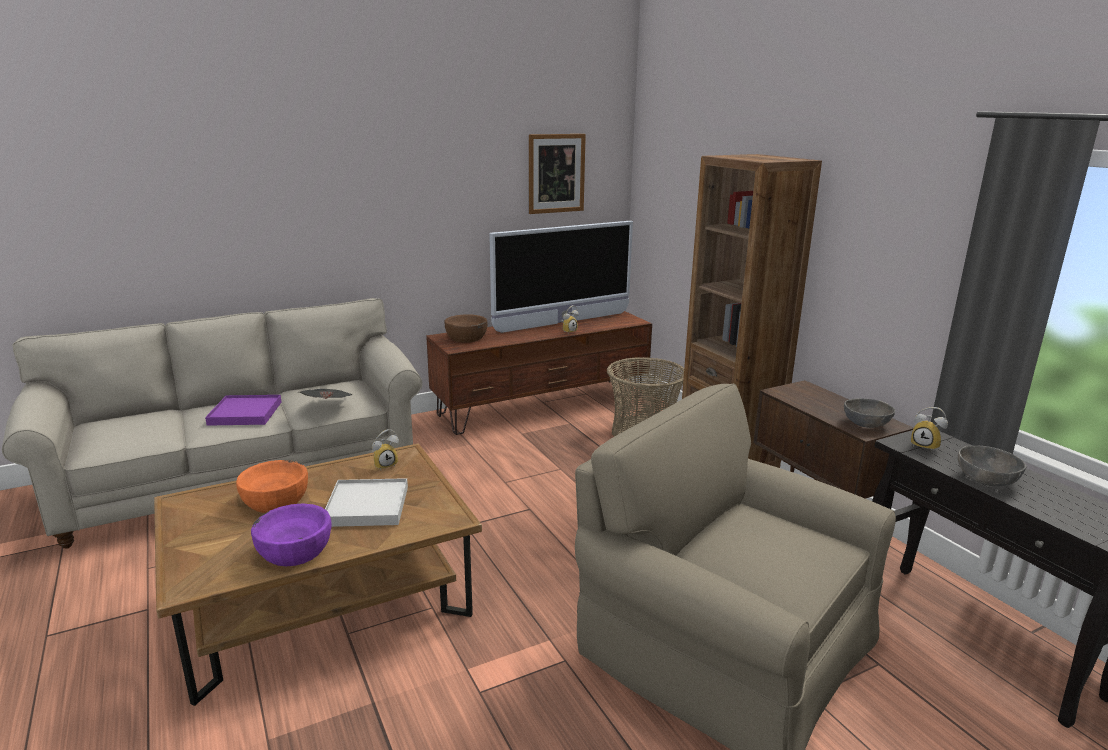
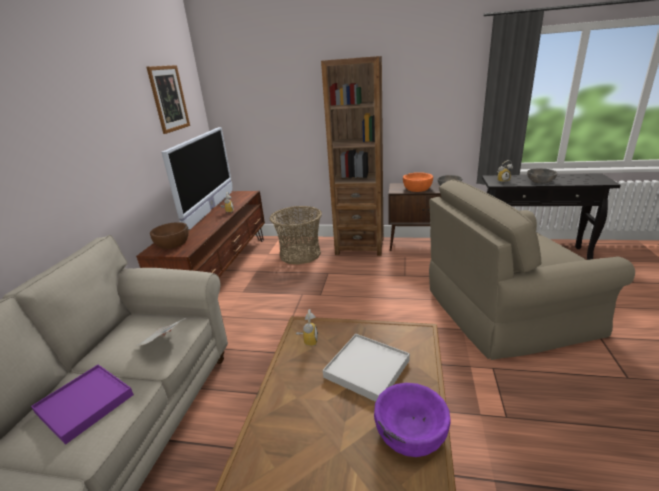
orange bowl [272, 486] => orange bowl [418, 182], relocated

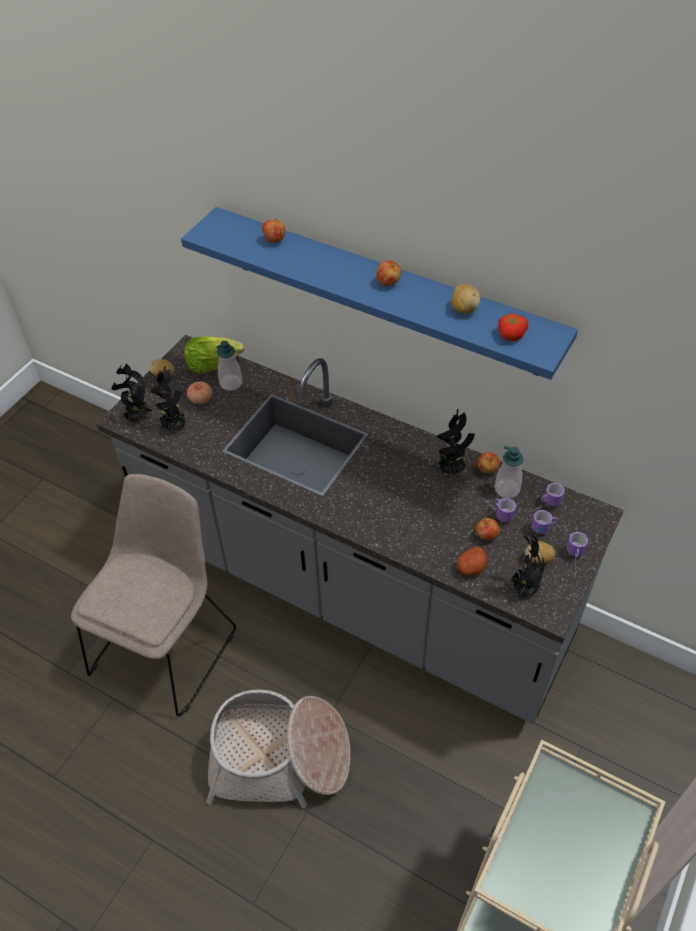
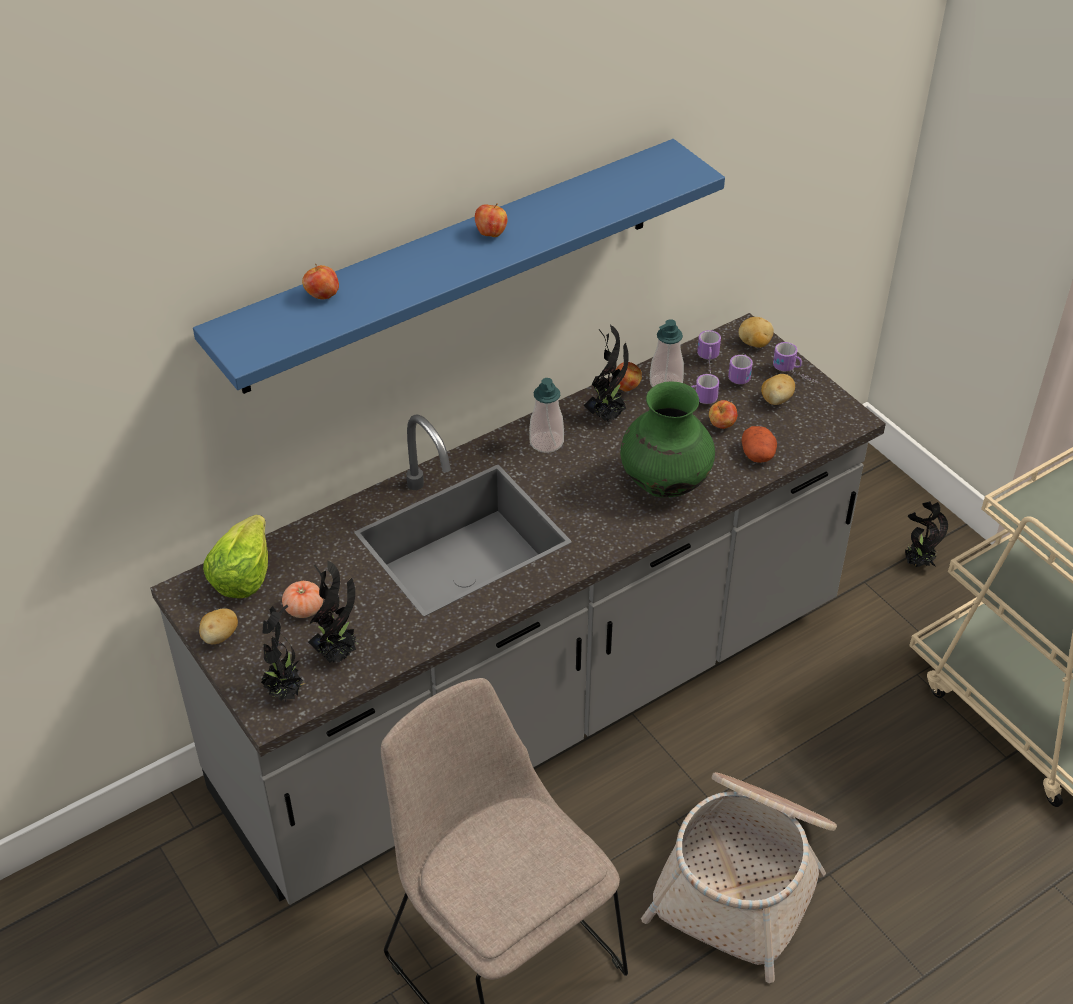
soap dispenser [229, 366] => soap dispenser [546, 415], relocated
nothing => green vase [667, 439]
potato [466, 299] => potato [756, 332], relocated
potted plant [527, 565] => potted plant [926, 533], relocated
tomato [513, 327] => nothing

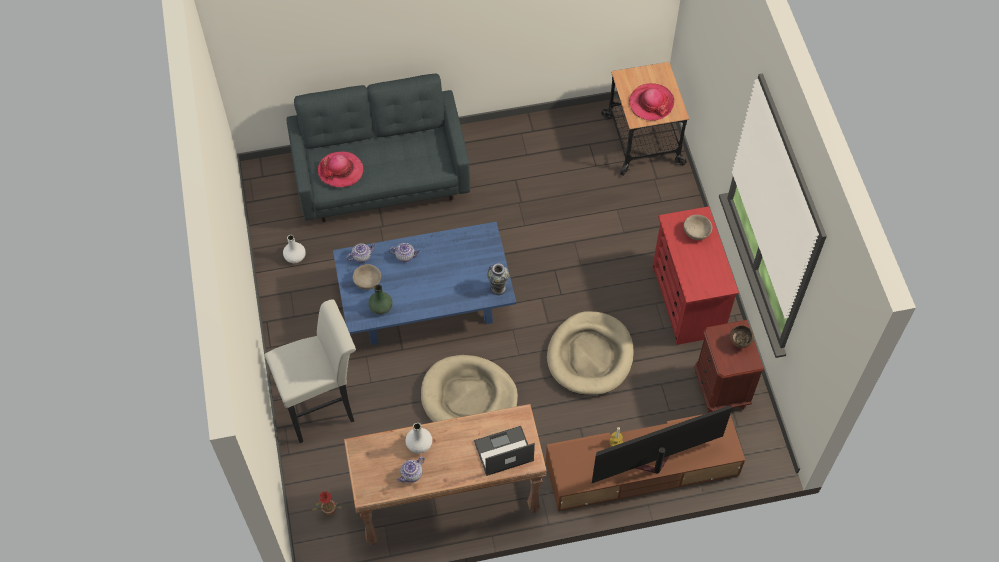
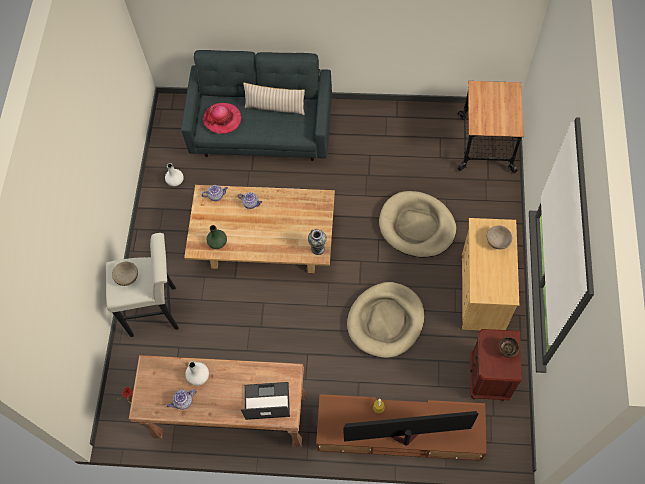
beige bowl [366, 277] => beige bowl [125, 274], relocated
blue coffee table [424, 283] => beige coffee table [259, 229]
nothing => beige pillow [274, 98]
beige dog bed [469, 388] => beige dog bed [417, 224], relocated
red dresser [695, 275] => beige dresser [490, 274]
hat [651, 102] => nothing

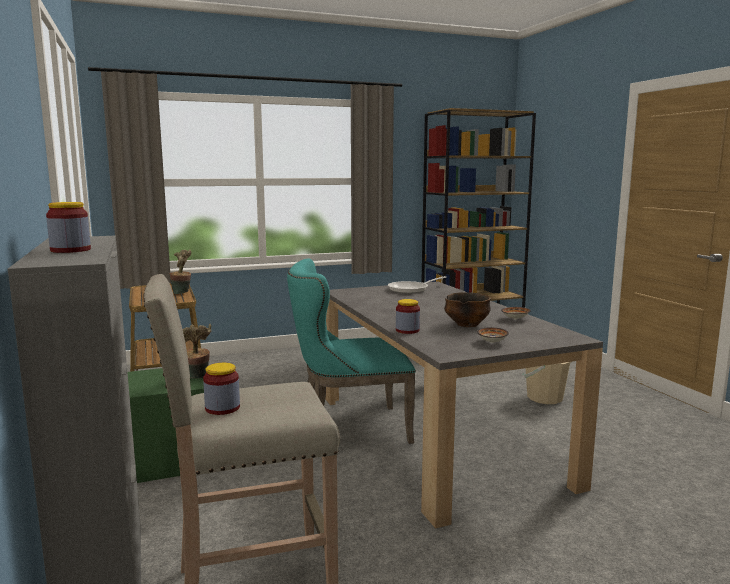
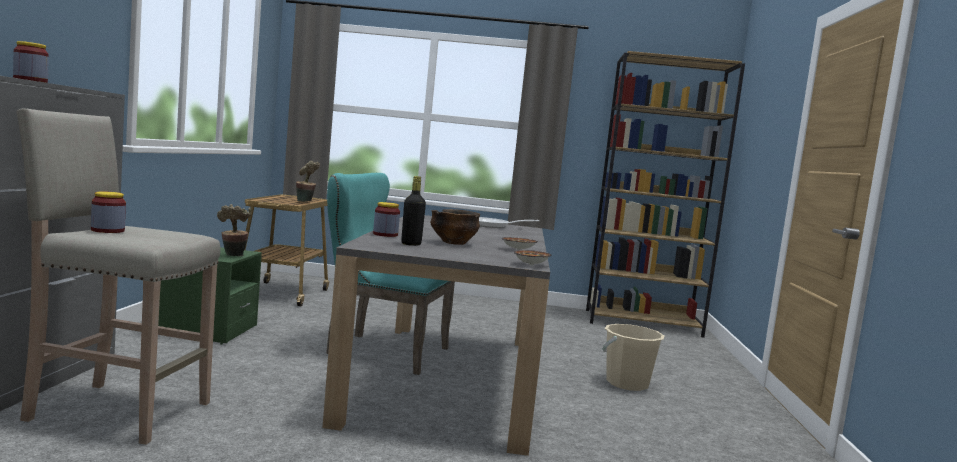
nothing => black bottle [413, 211]
bowl [493, 335] => bowl [532, 257], relocated

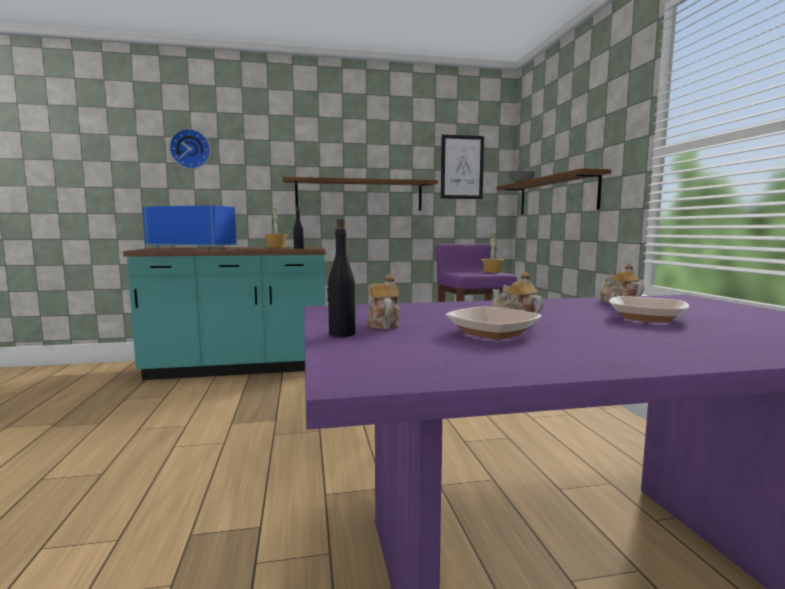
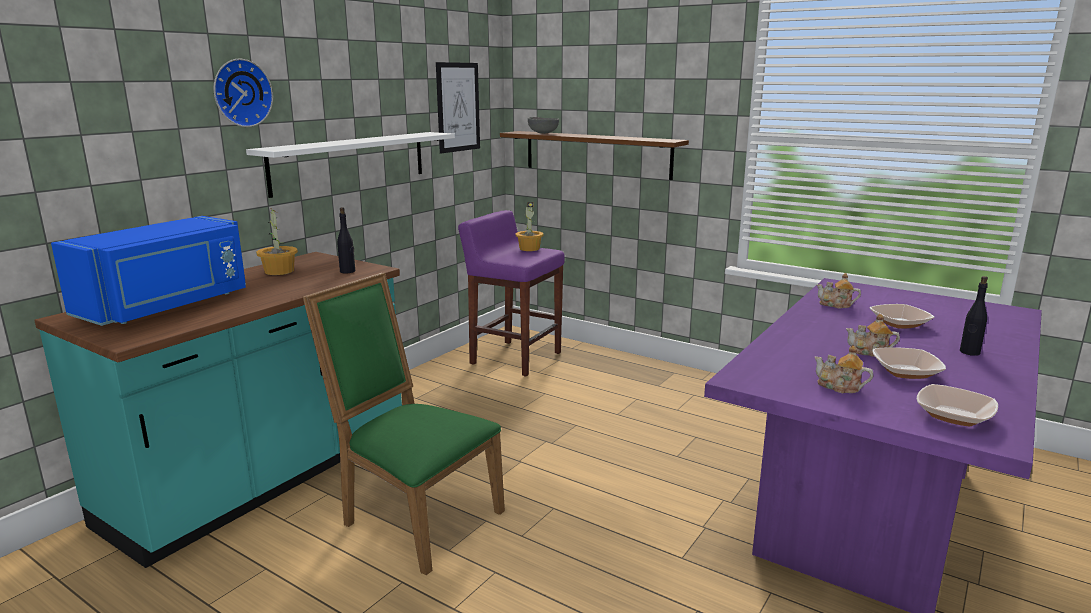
blue microwave [189, 227] => blue microwave [148, 271], 150 degrees clockwise
wall clock [190, 149] => wall clock [243, 93], relocated
brown shelf [360, 194] => white shelf [350, 165]
nothing => green chair [404, 423]
nothing => bowl [957, 405]
black bottle [341, 278] => black bottle [974, 316], relocated

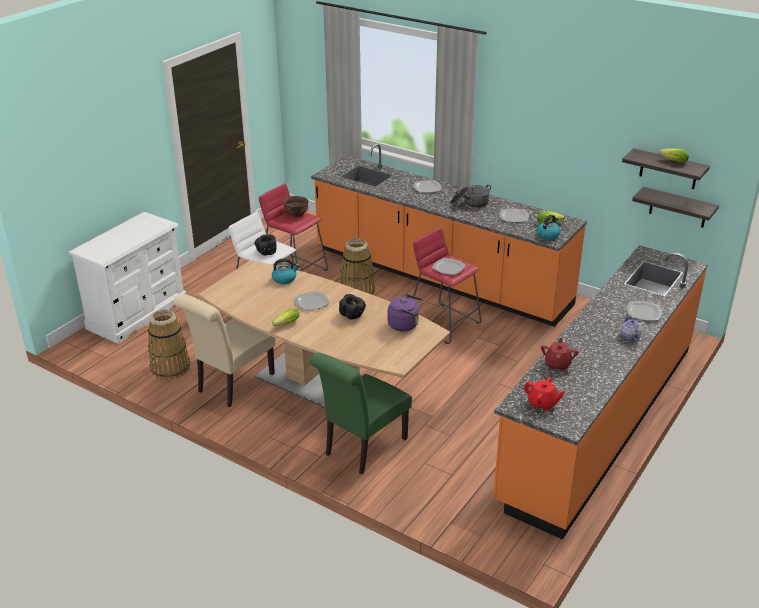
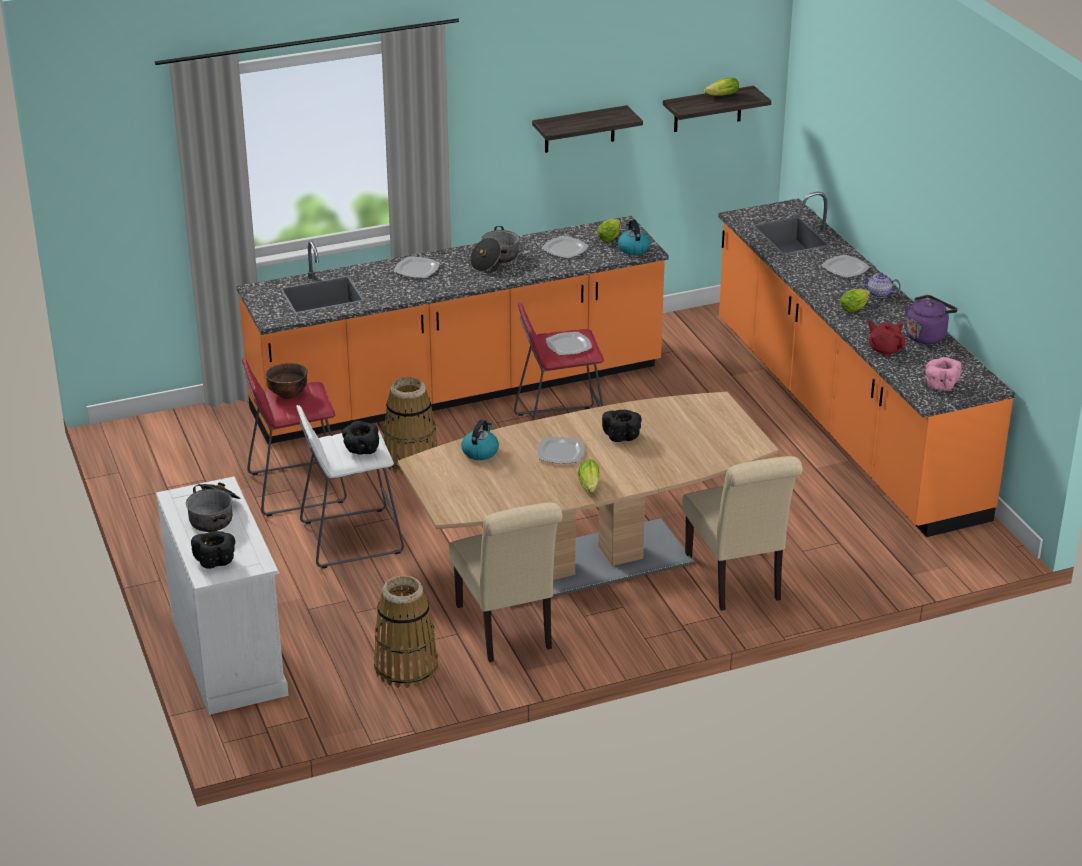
nothing => cooking pot [213, 507]
nothing => black bowl [213, 550]
shelf [675, 207] => shelf [587, 129], relocated
green chair [361, 414] => beige chair [742, 533]
nothing => lettuce [855, 300]
purple kettle [405, 312] => purple kettle [931, 319], relocated
red teapot [544, 394] => pink bowl [944, 374]

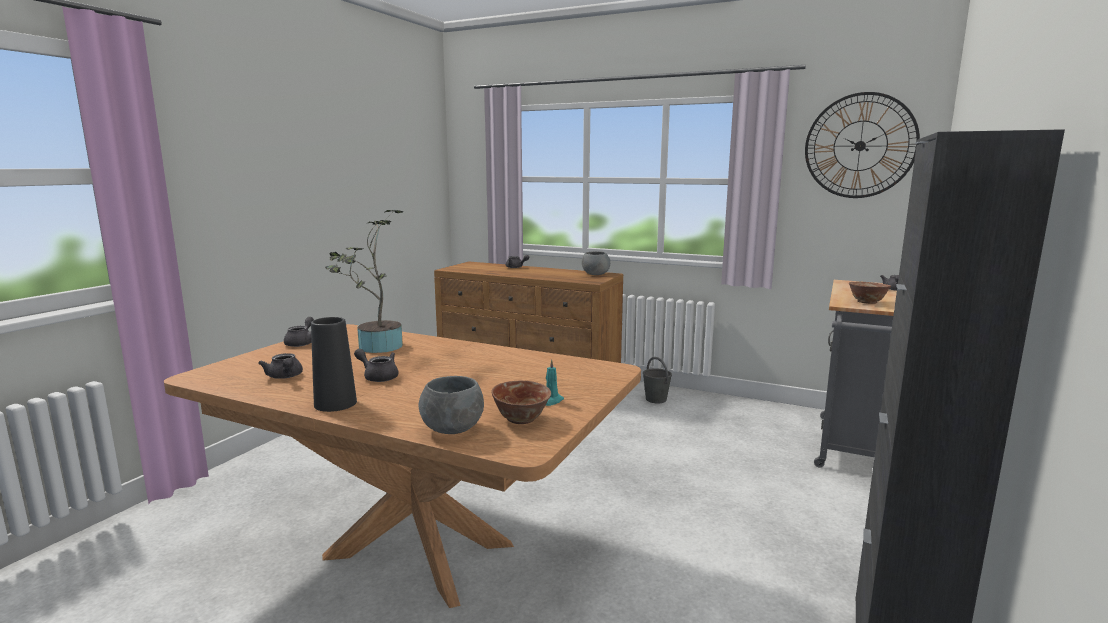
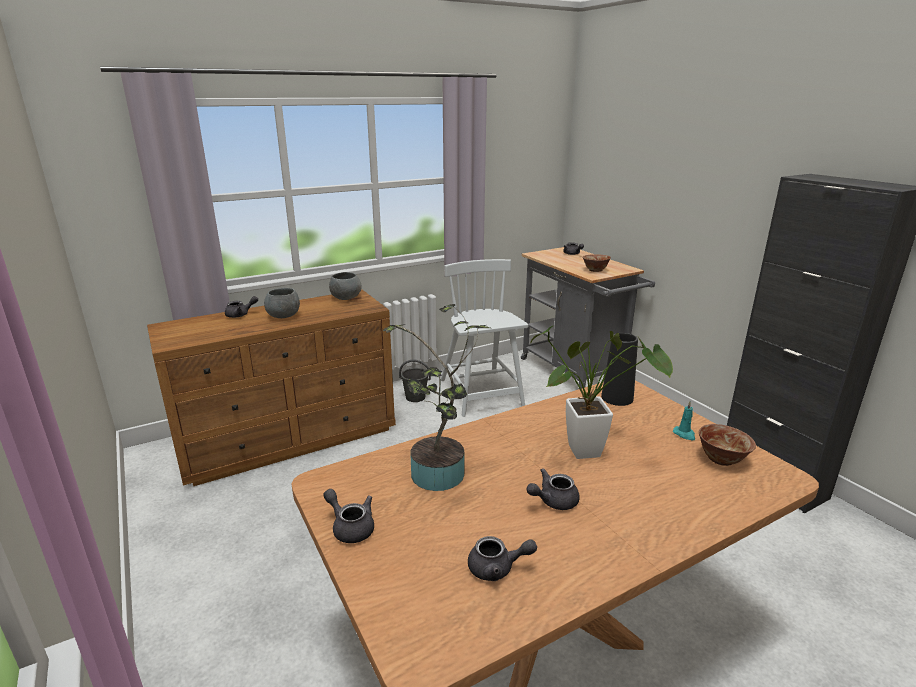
grey bowl [451, 405] => grey bowl [282, 303], relocated
nothing => white chair [484, 338]
nothing => potted plant [601, 392]
black vase [334, 364] => black vase [619, 369], relocated
wall clock [862, 145] => nothing

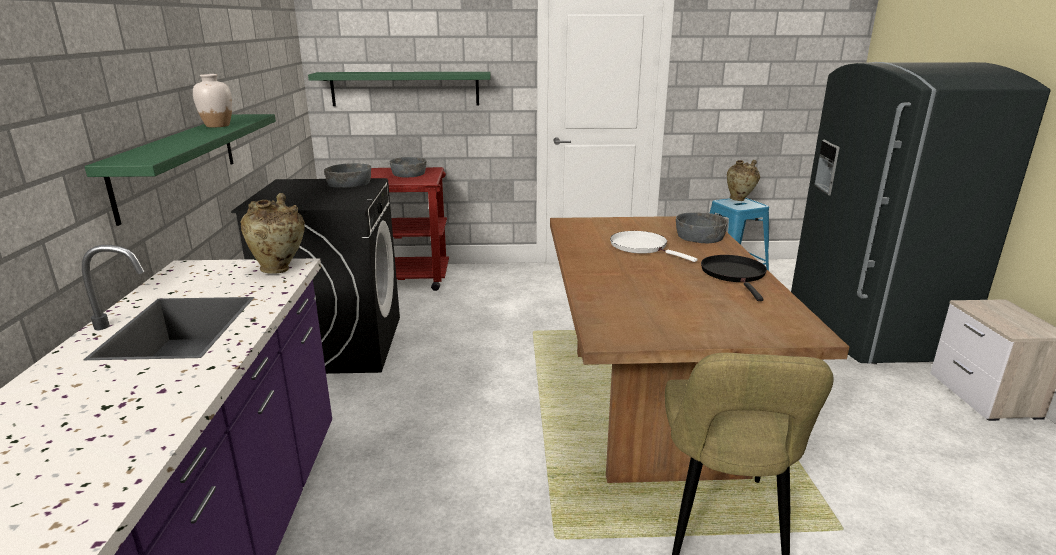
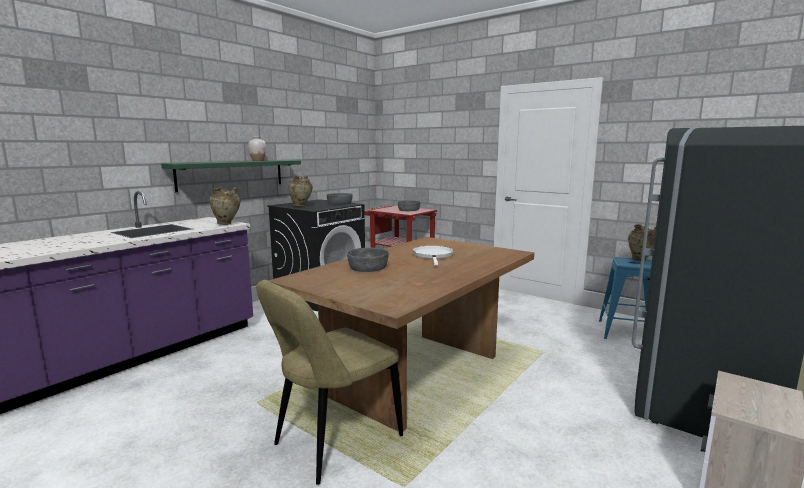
nothing => beige vase [300, 191]
grey bowl [702, 227] => grey bowl [368, 260], relocated
green shelf [399, 89] => nothing
black frying pan [734, 278] => nothing

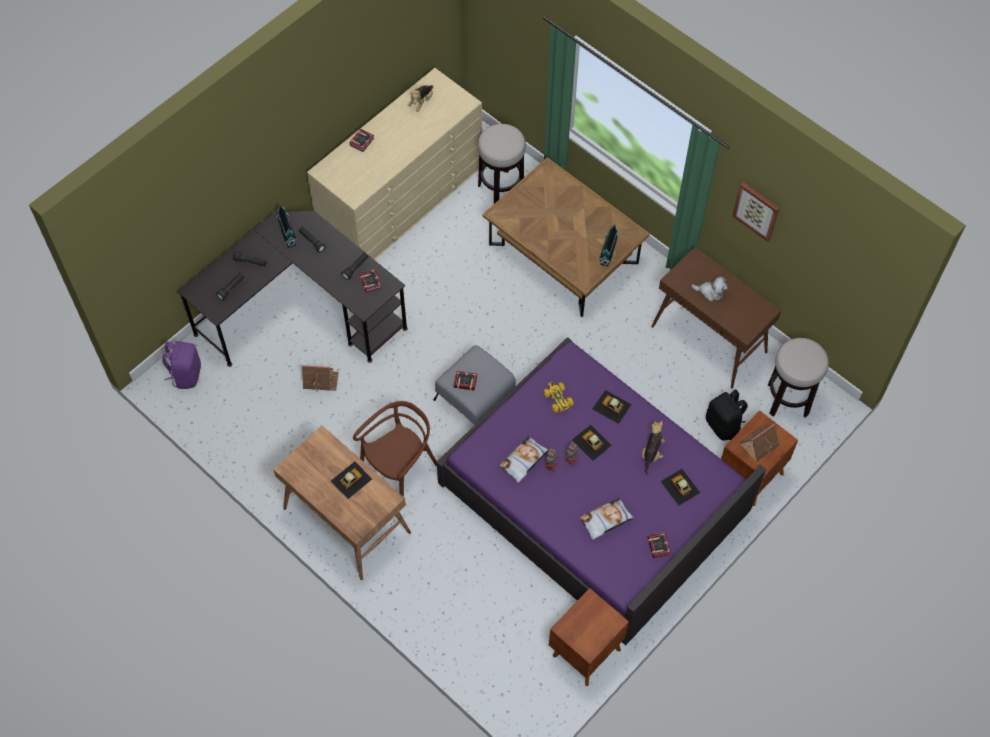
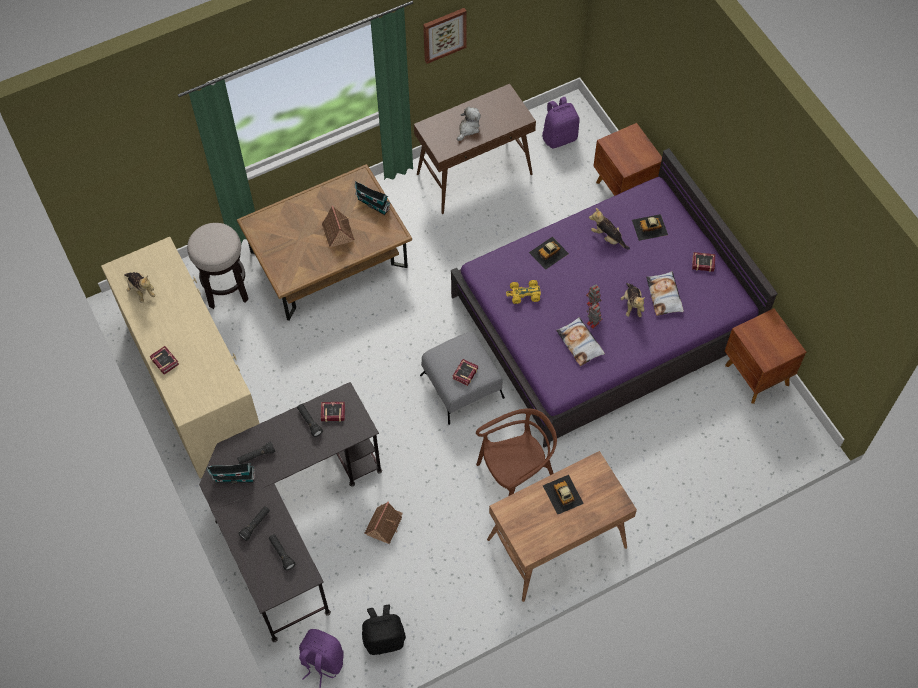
toy house [760, 442] => toy house [338, 226], relocated
black backpack [727, 414] => black backpack [384, 629], relocated
brown chair [395, 449] => brown chair [516, 452], 90 degrees clockwise
stool [798, 378] => purple backpack [561, 122]
nothing => plush toy [633, 300]
toy car [592, 443] => nothing

